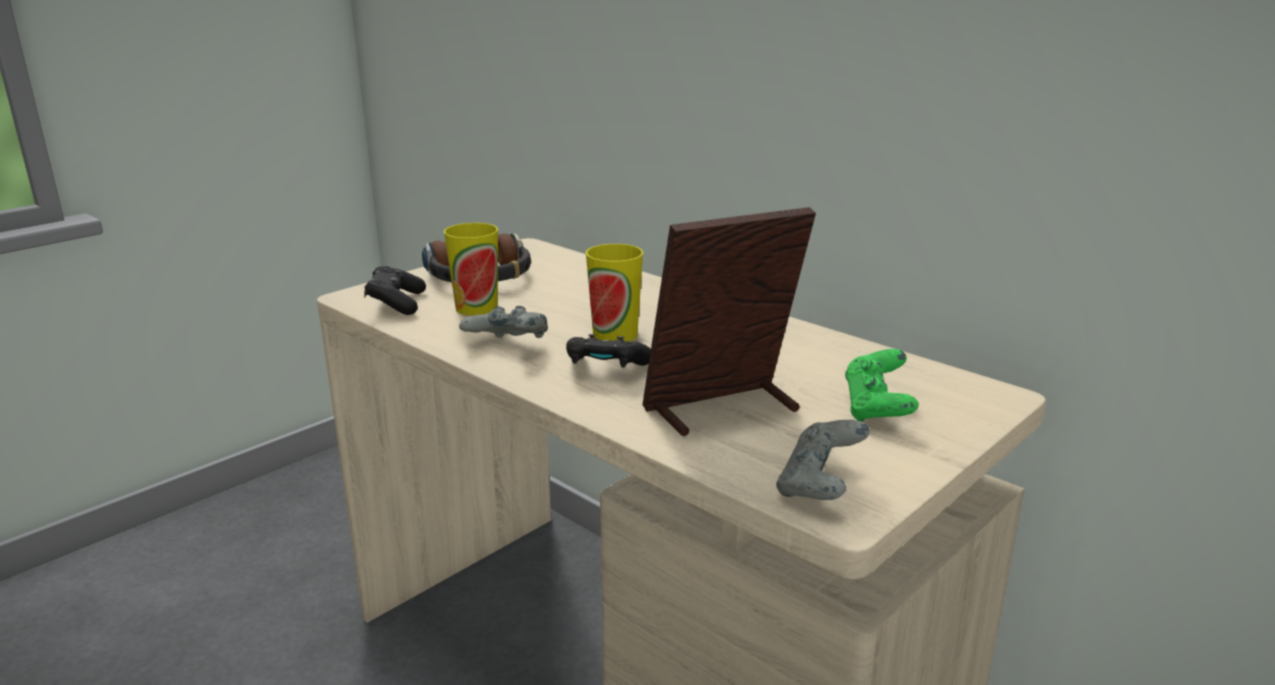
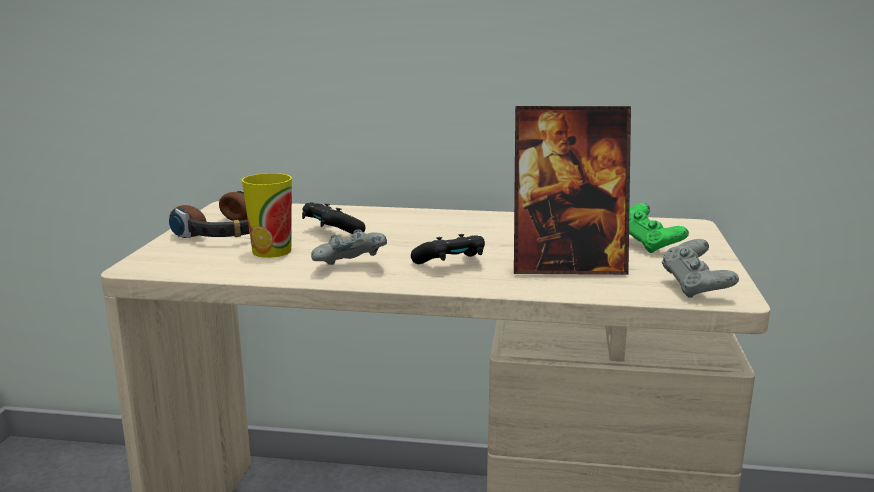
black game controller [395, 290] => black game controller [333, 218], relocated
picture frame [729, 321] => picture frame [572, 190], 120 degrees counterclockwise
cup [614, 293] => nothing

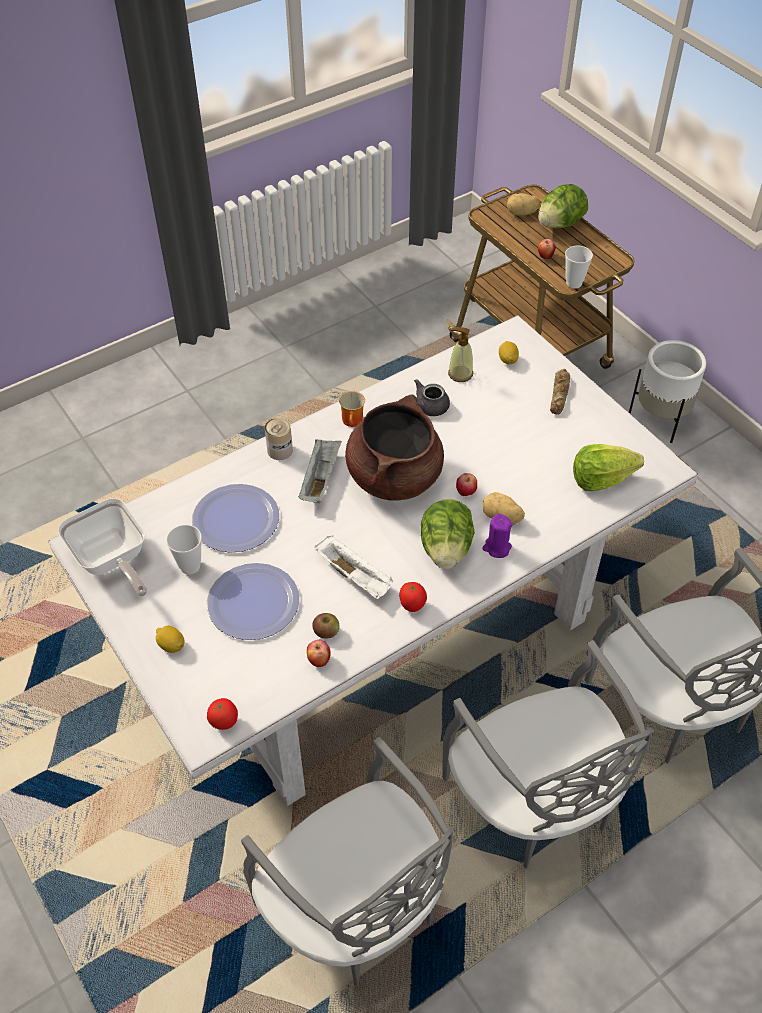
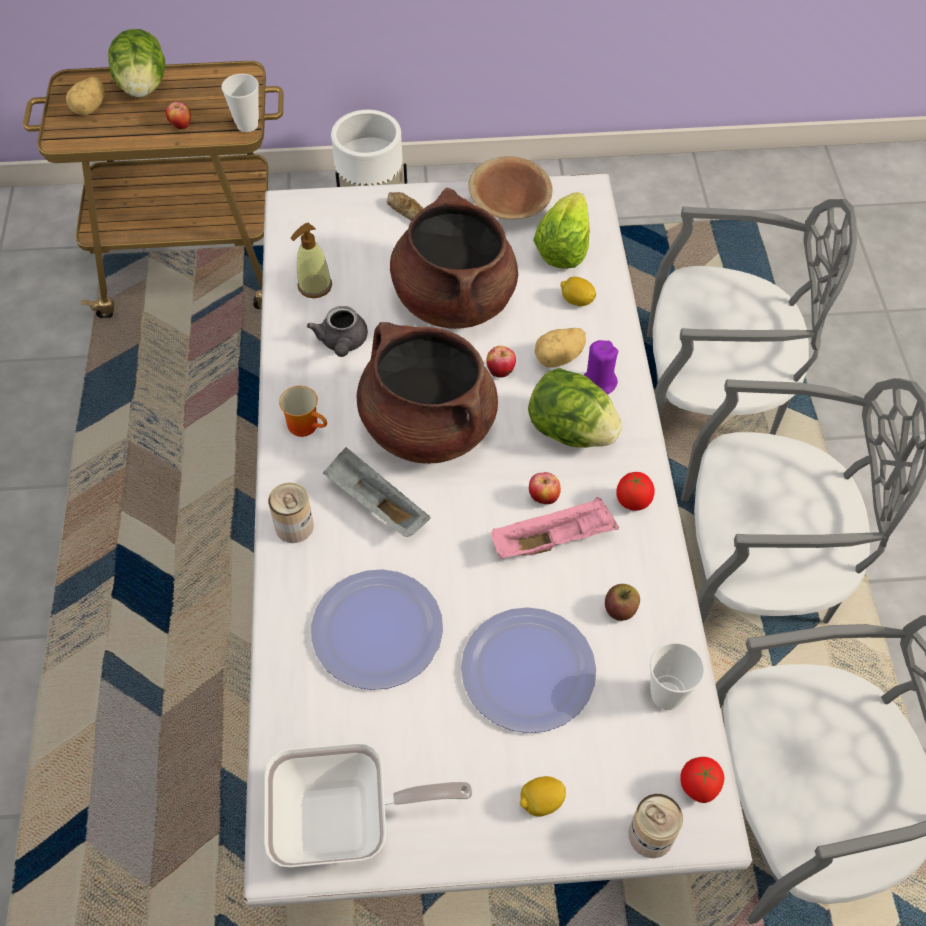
nothing => brown cooking pot [454, 258]
nothing => brown bowl [510, 187]
white tray [353, 567] => pink tray [555, 528]
apple [319, 653] => apple [545, 488], relocated
lemon [509, 353] => lemon [578, 291], relocated
nothing => can [656, 826]
cup [184, 550] => cup [677, 676], relocated

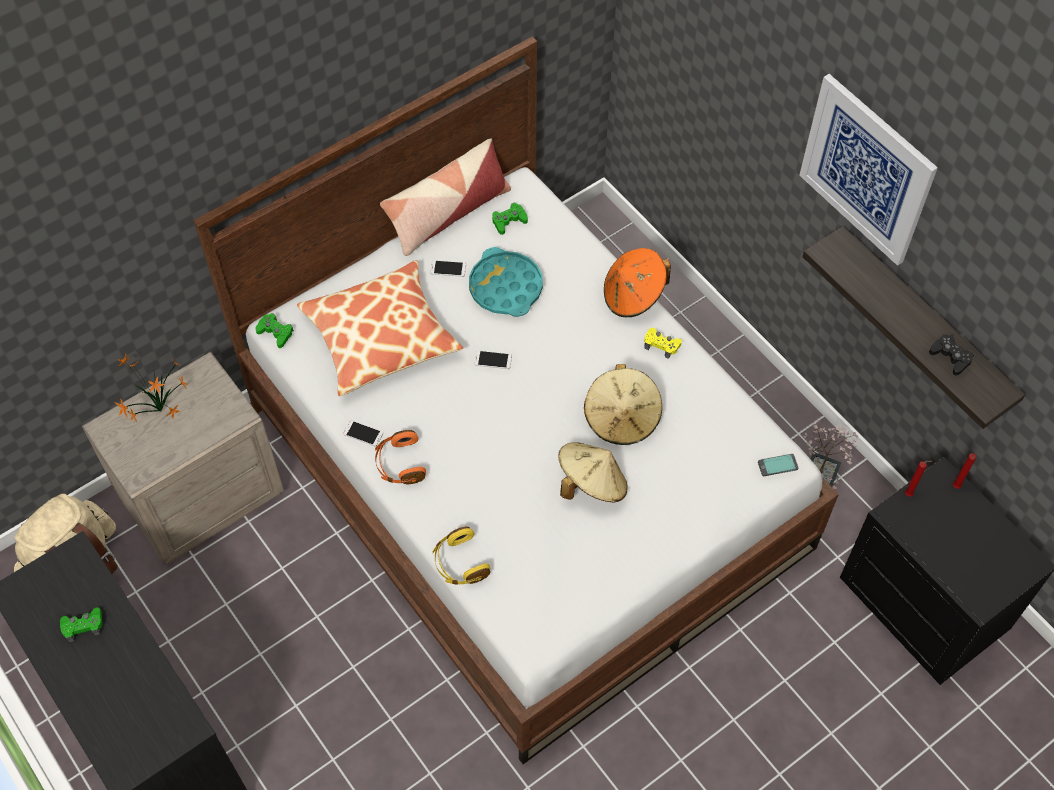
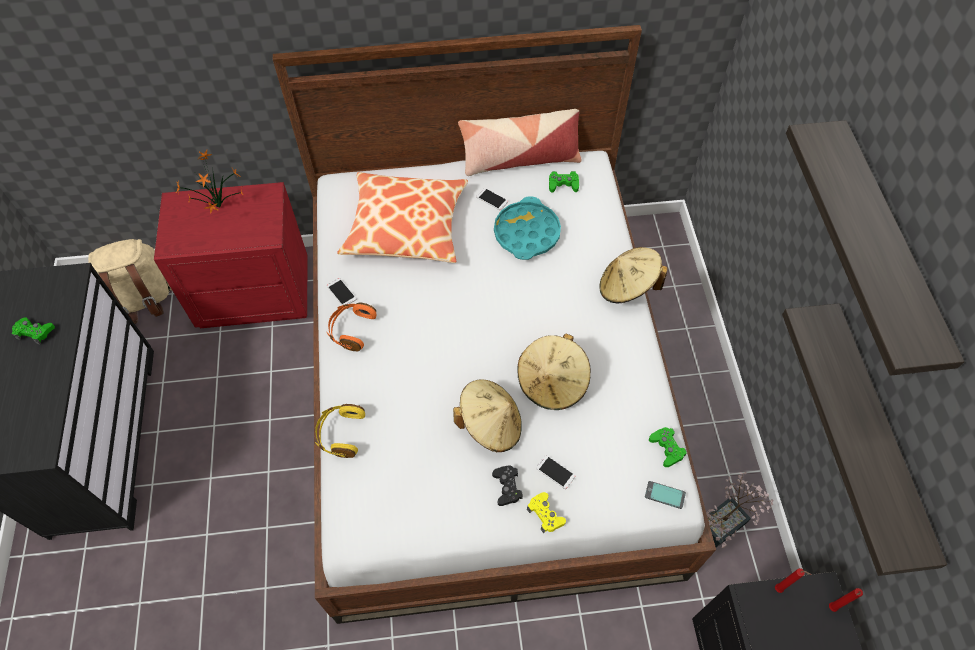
beige nightstand [183, 458] => red nightstand [231, 255]
black game controller [951, 355] => black game controller [507, 485], relocated
yellow game controller [663, 343] => yellow game controller [546, 512], relocated
phone [493, 360] => phone [556, 472], relocated
orange hat [637, 282] => beige hat [633, 275]
green game controller [274, 330] => green game controller [668, 447], relocated
picture [868, 170] => shelf [875, 248]

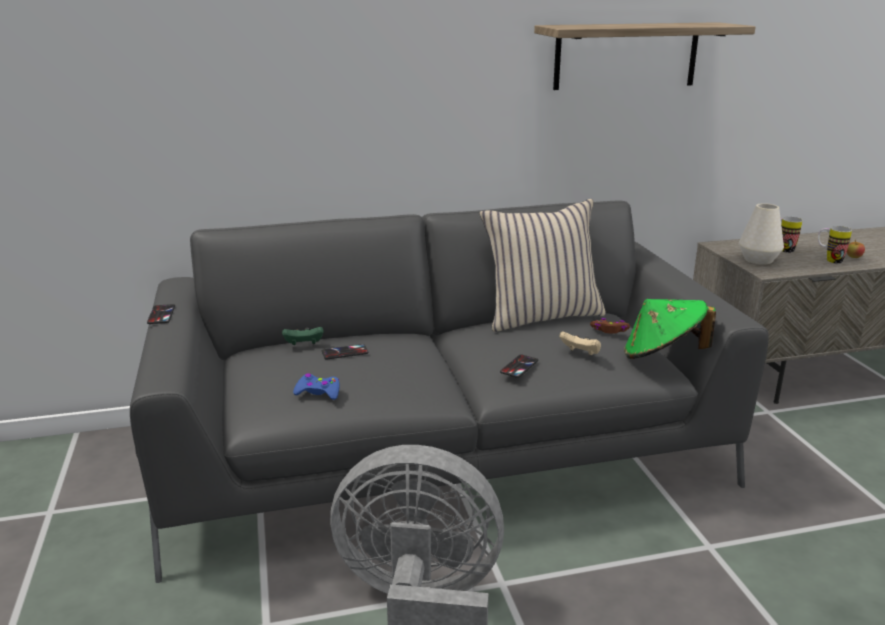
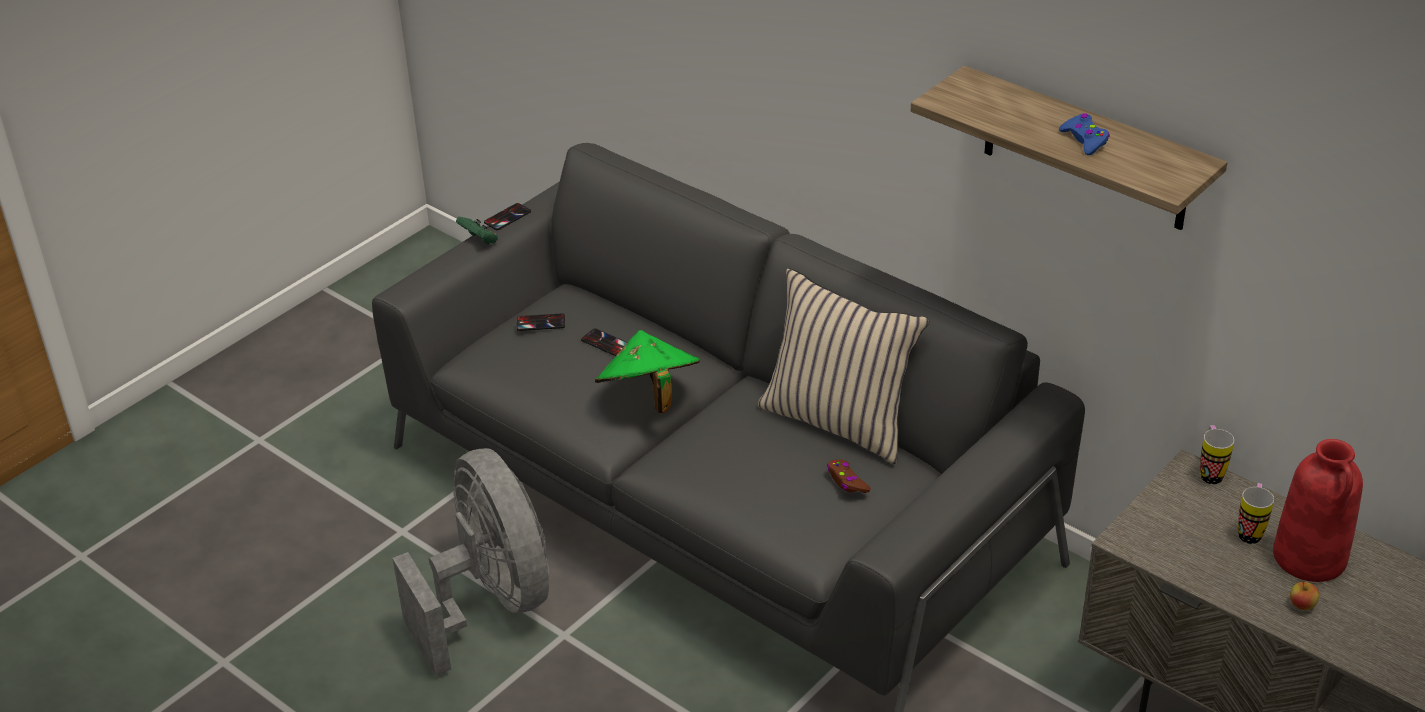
green game controller [303, 336] => green game controller [477, 230], relocated
phone [519, 366] => phone [541, 322], relocated
green hat [670, 329] => green hat [647, 371], relocated
blue game controller [316, 386] => blue game controller [1084, 134], relocated
mug [835, 245] => mug [1217, 454], relocated
nothing => red vase [1318, 510]
beige game controller [580, 343] => nothing
white vase [761, 234] => nothing

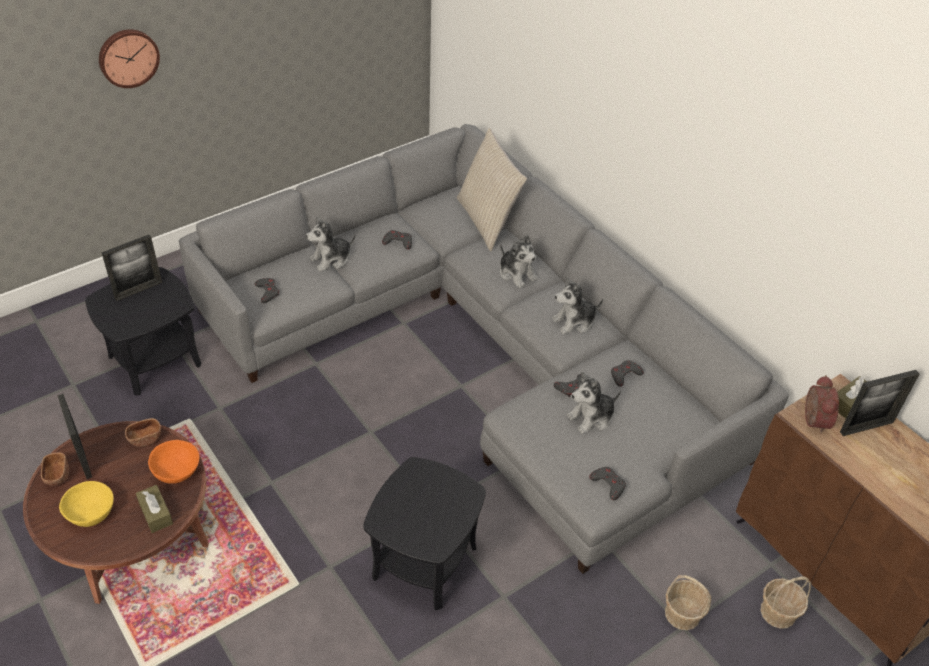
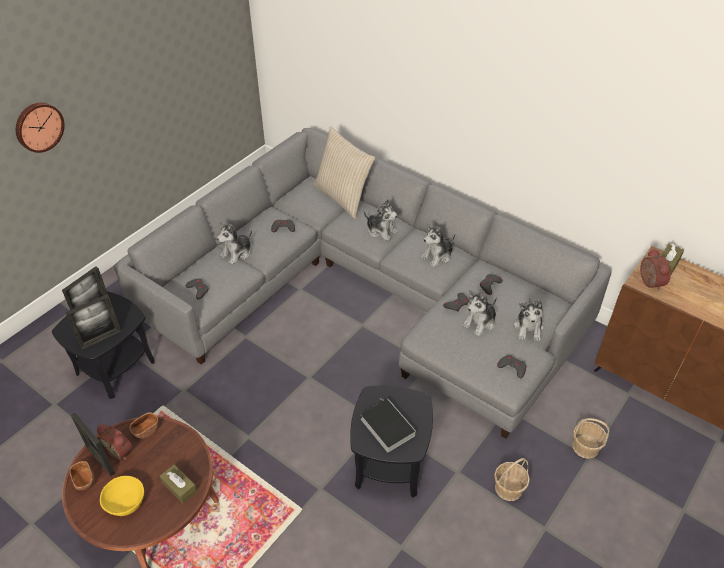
picture frame [879, 403] => picture frame [93, 322], relocated
nothing => alarm clock [114, 442]
nothing => book [388, 425]
basket [785, 603] => basket [512, 479], relocated
nothing => plush toy [529, 320]
orange bowl [173, 462] => nothing

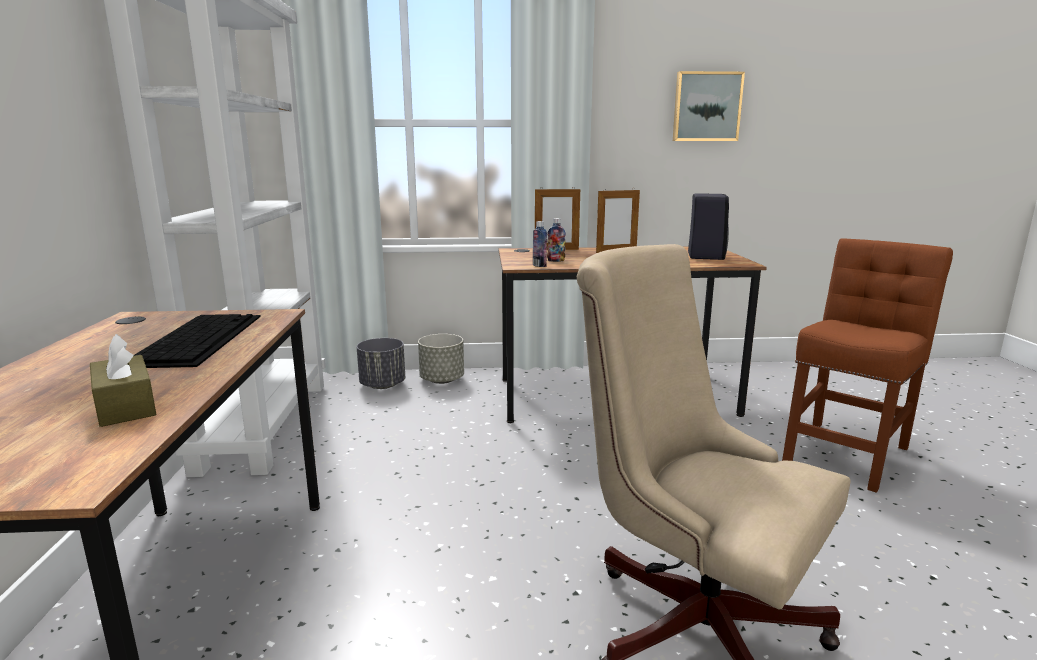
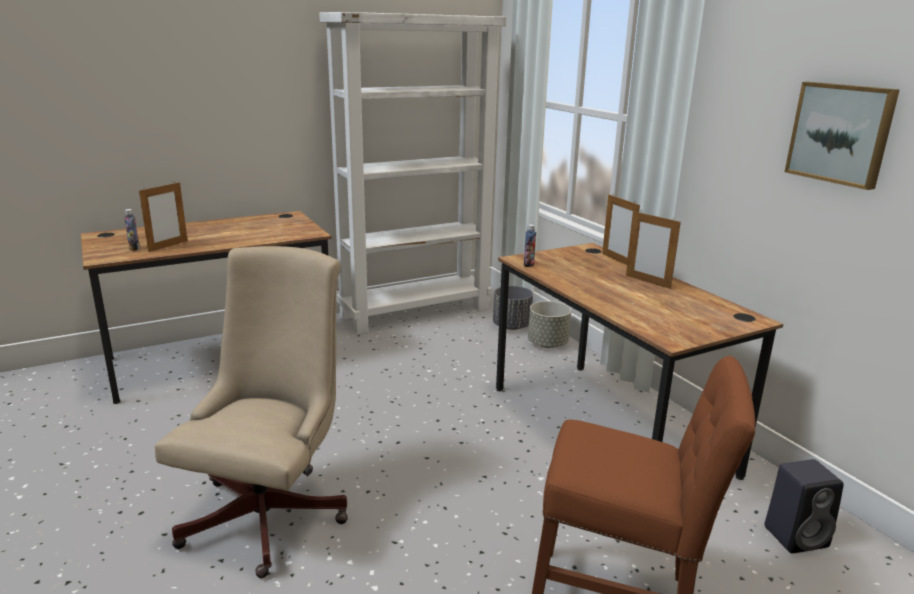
bottle [556, 240] => bottle [132, 230], relocated
brown tissue box [123, 380] => picture frame [163, 217]
black speaker [708, 226] => black speaker [804, 506], relocated
keyboard [197, 341] => nothing

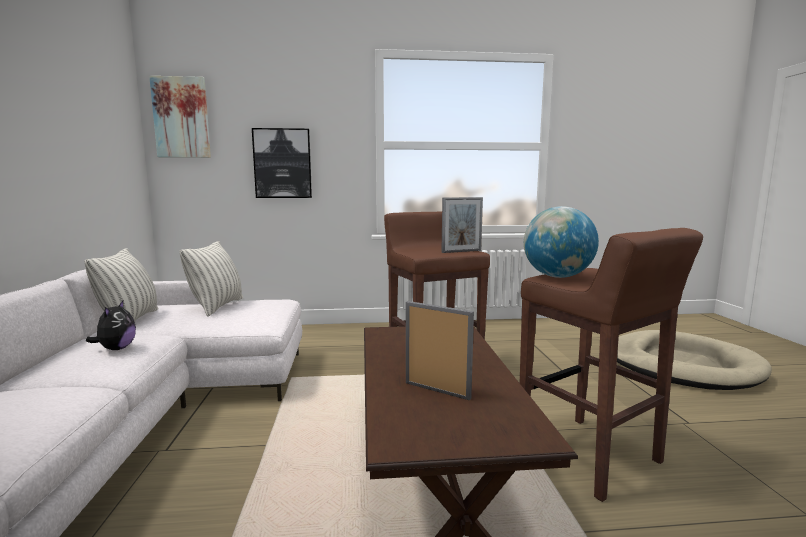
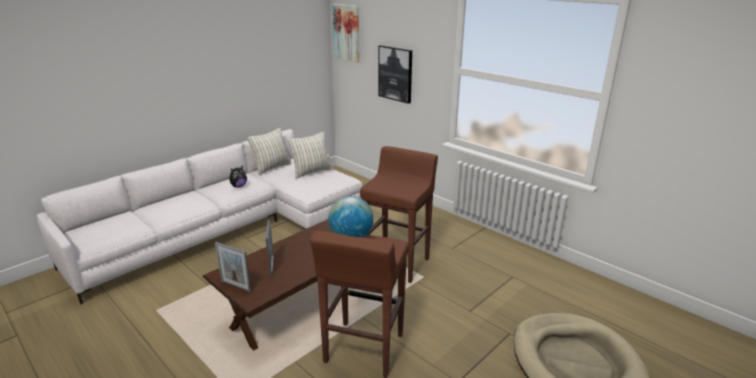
picture frame [462, 225] => picture frame [233, 267], relocated

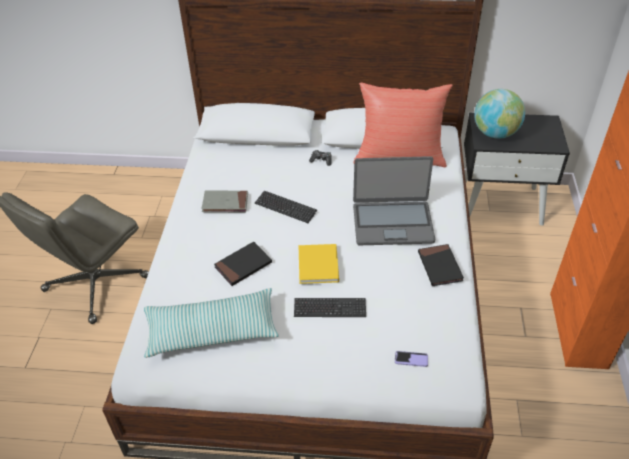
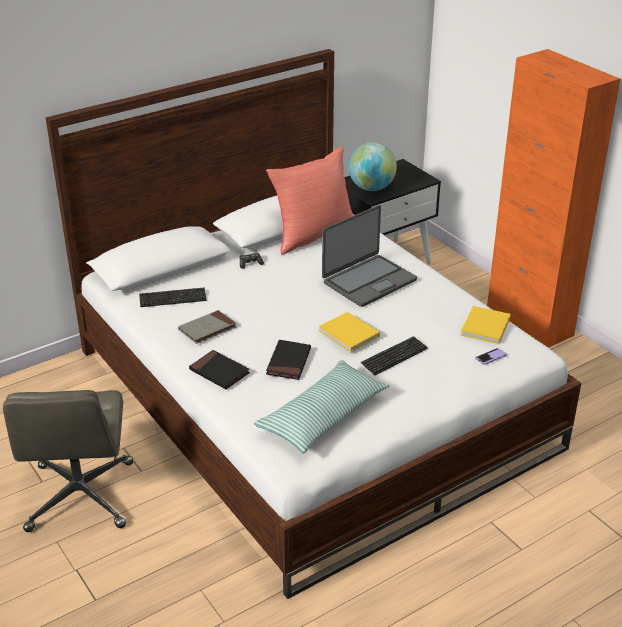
keyboard [286, 207] => keyboard [173, 297], relocated
black book [441, 265] => black book [219, 369], relocated
nothing => yellow book [486, 325]

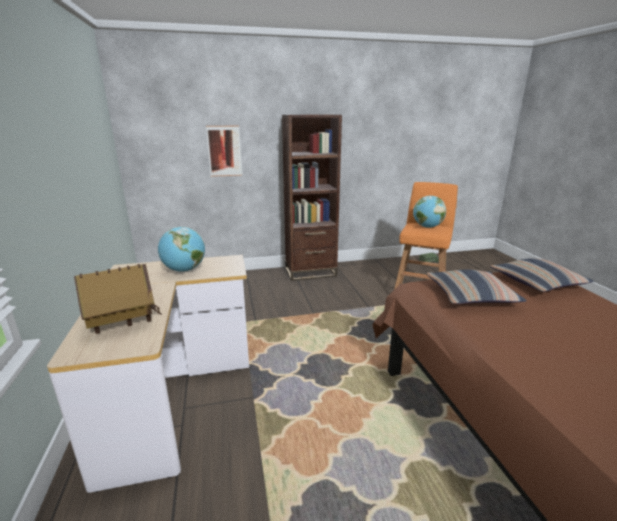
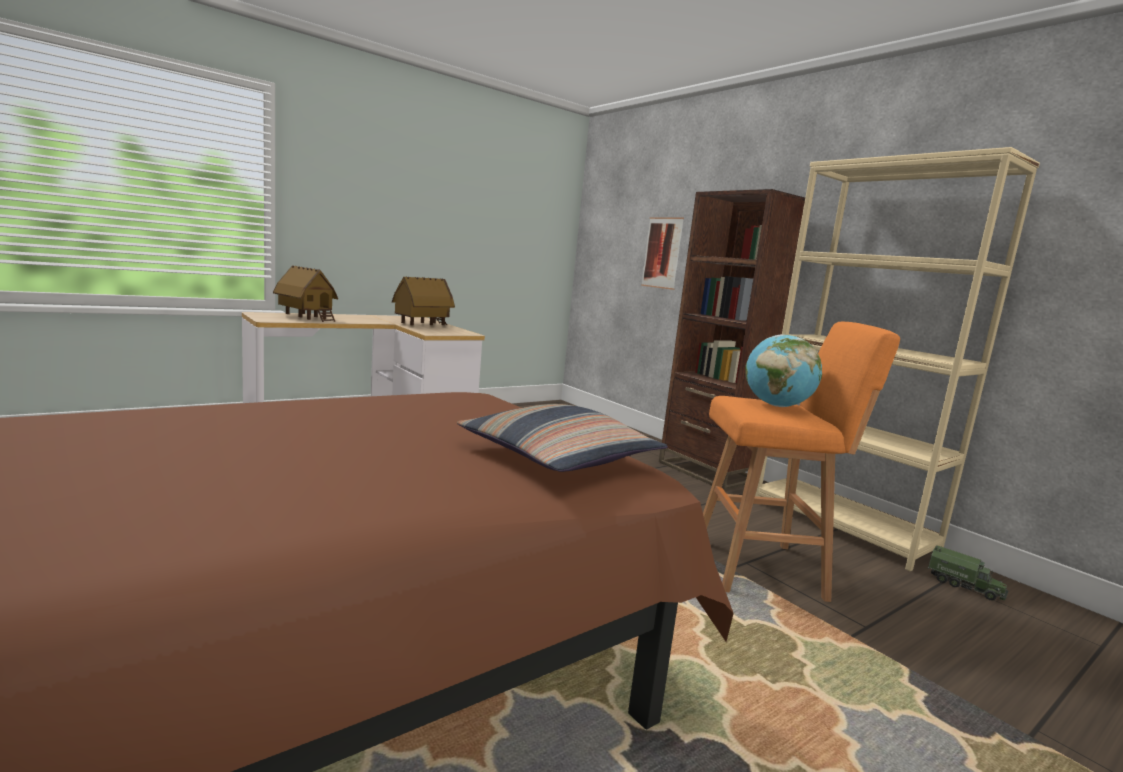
globe [181, 249] => toy house [423, 300]
nothing => beige bookcase [897, 359]
pillow [476, 287] => nothing

